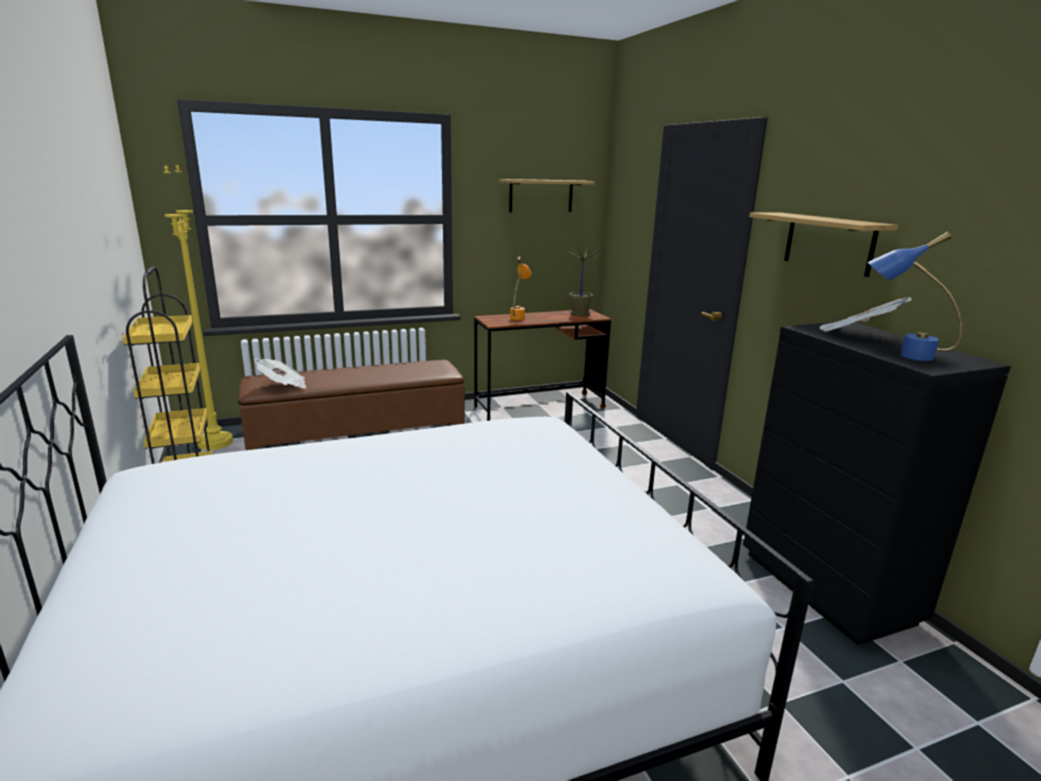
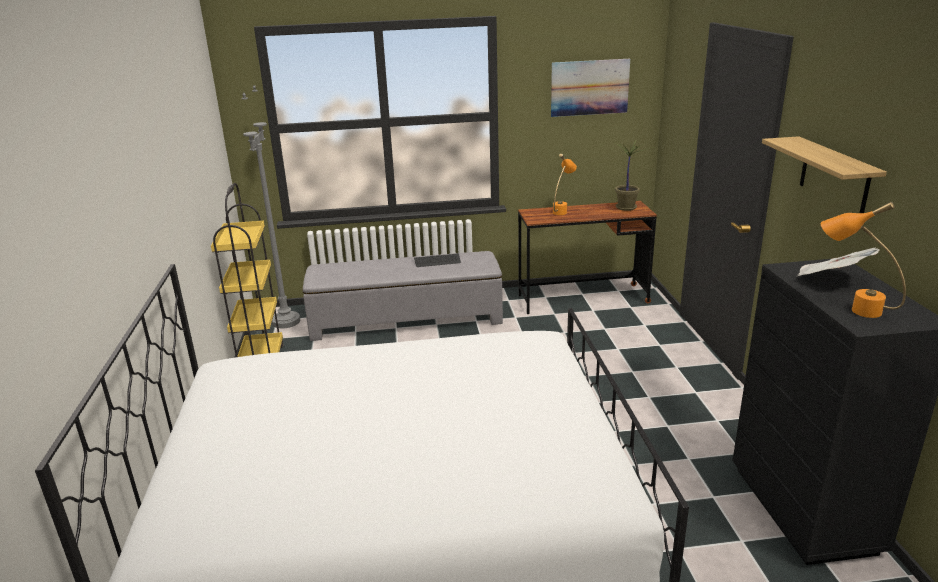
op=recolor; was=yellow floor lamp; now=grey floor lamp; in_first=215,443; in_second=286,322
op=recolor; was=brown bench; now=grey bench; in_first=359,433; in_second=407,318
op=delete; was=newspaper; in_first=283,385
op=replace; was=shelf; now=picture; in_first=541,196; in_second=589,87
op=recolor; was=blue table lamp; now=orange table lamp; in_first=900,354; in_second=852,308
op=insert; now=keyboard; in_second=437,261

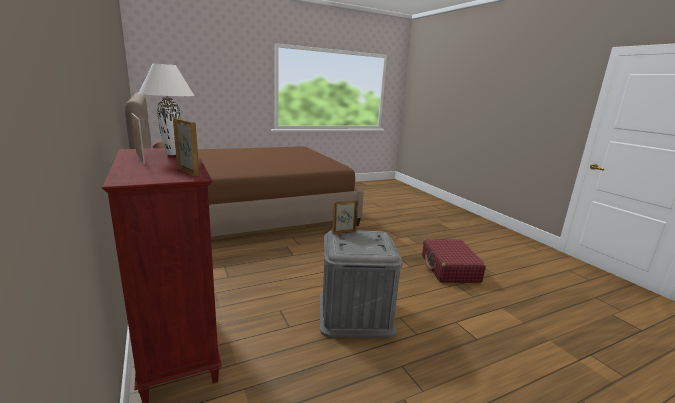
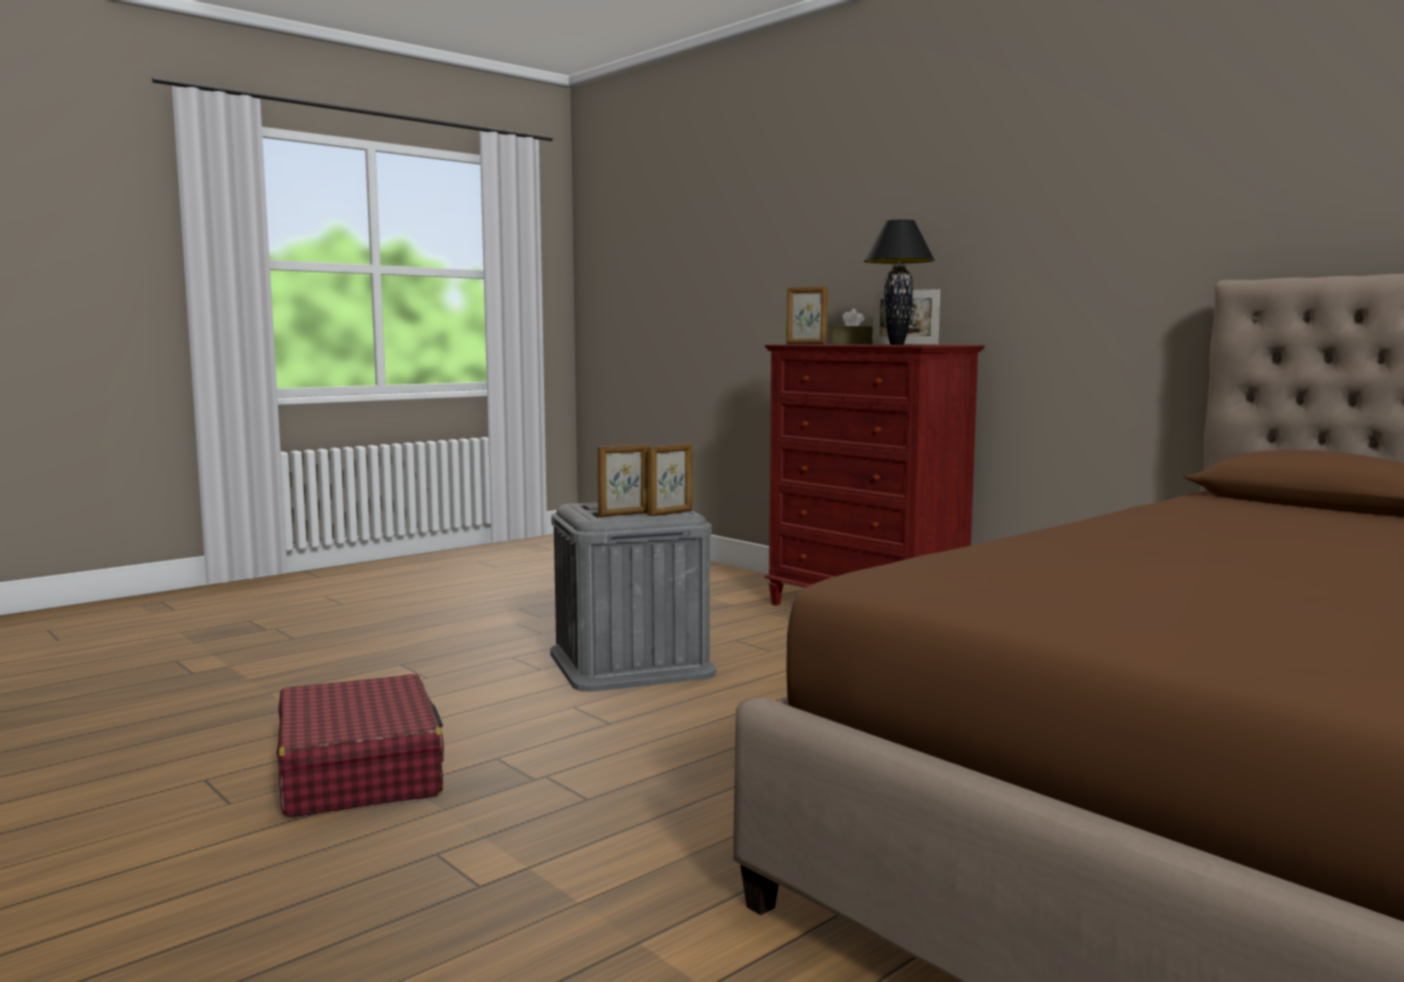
op=recolor; was=white table lamp; now=black table lamp; in_first=173,154; in_second=896,344
op=insert; now=picture frame; in_second=624,514
op=insert; now=brown tissue box; in_second=852,344

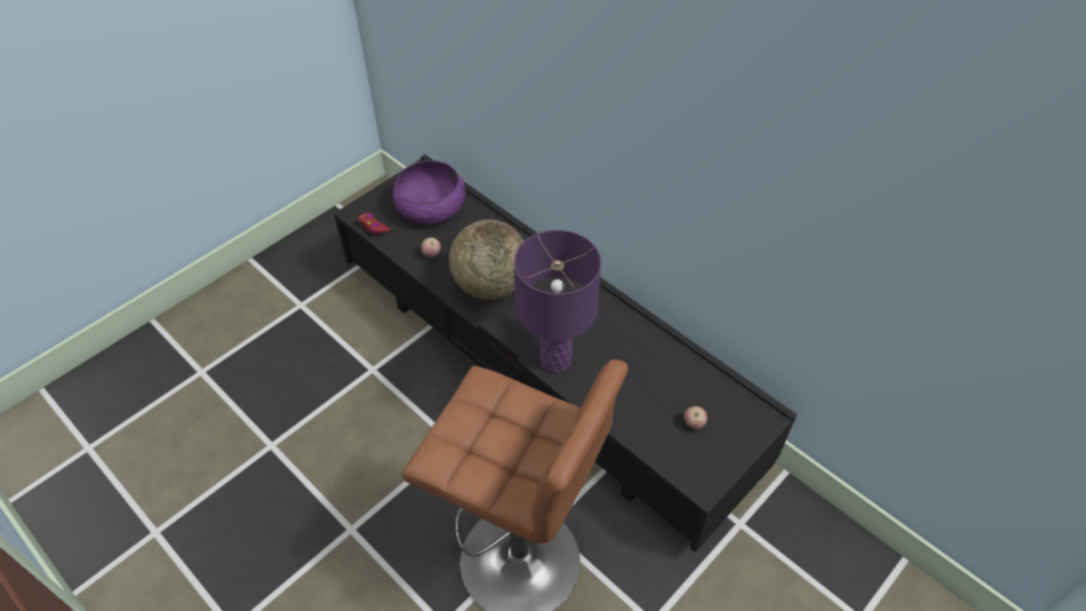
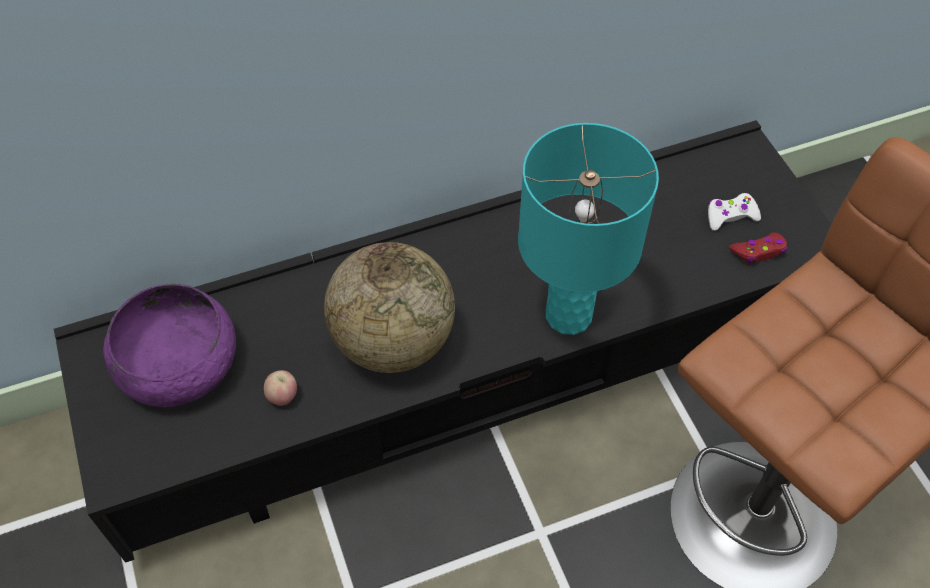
op=move; was=red game controller; in_first=373,227; in_second=758,252
op=recolor; was=purple table lamp; now=turquoise table lamp; in_first=556,359; in_second=568,315
op=replace; was=apple; now=white game controller; in_first=694,424; in_second=730,216

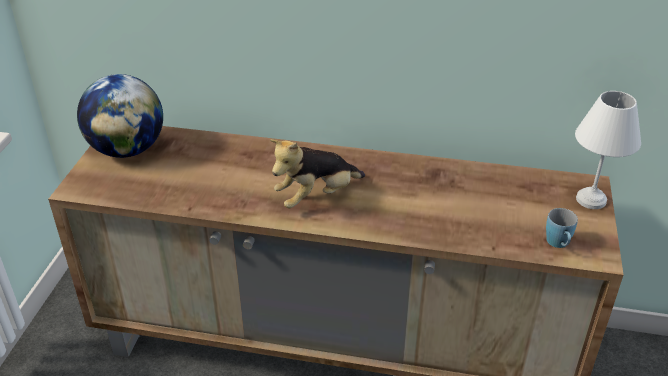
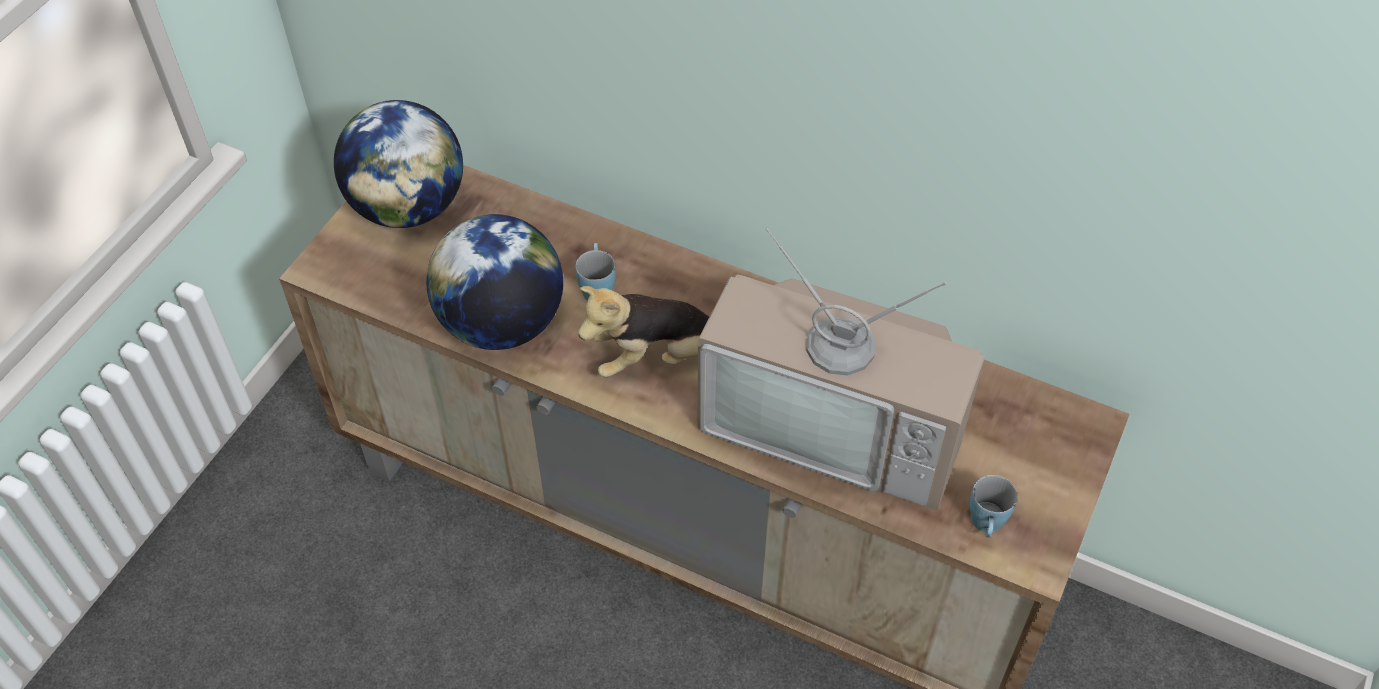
op=delete; was=white table lamp; in_first=591,199
op=insert; now=globe; in_second=502,323
op=insert; now=blue mug; in_second=597,286
op=insert; now=television; in_second=836,424

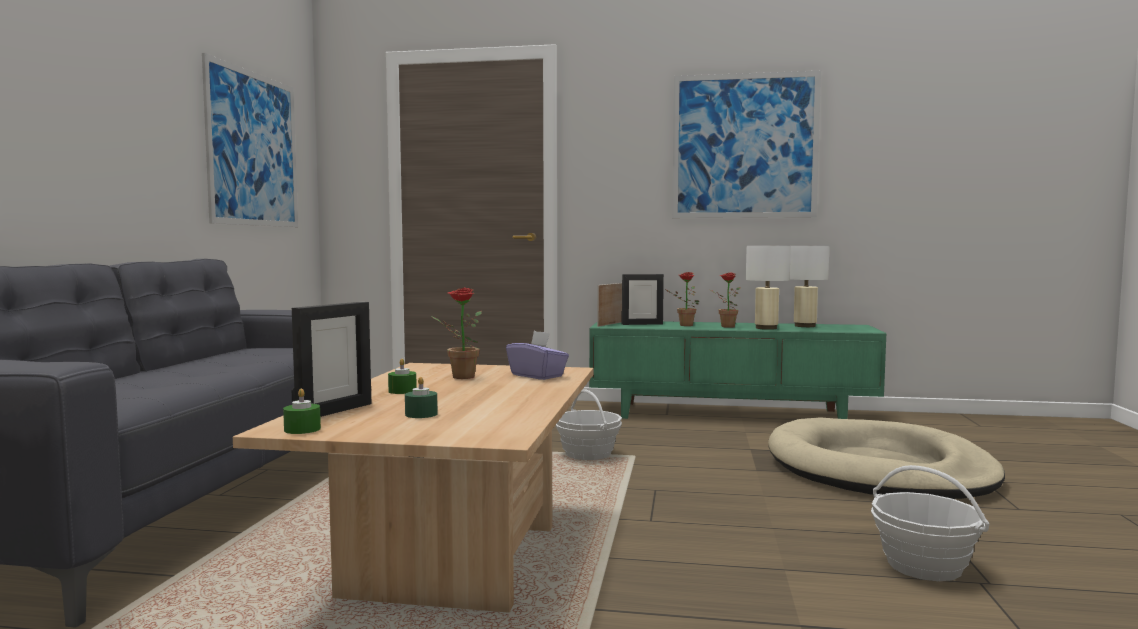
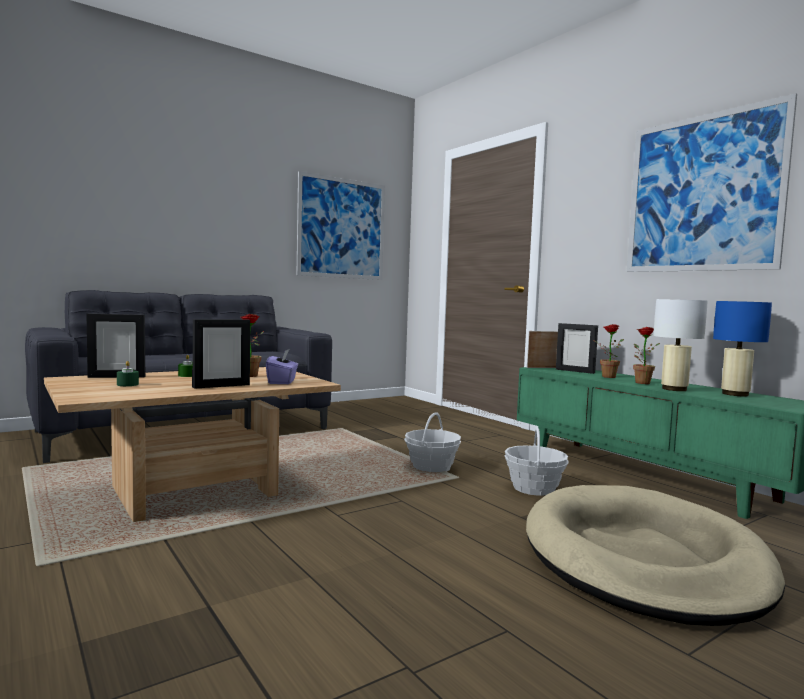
op=delete; was=green candle; in_first=302,429
op=recolor; was=white table lamp; now=blue table lamp; in_first=804,326; in_second=734,394
op=move; was=basket; in_first=924,566; in_second=534,488
op=insert; now=picture frame; in_second=221,386

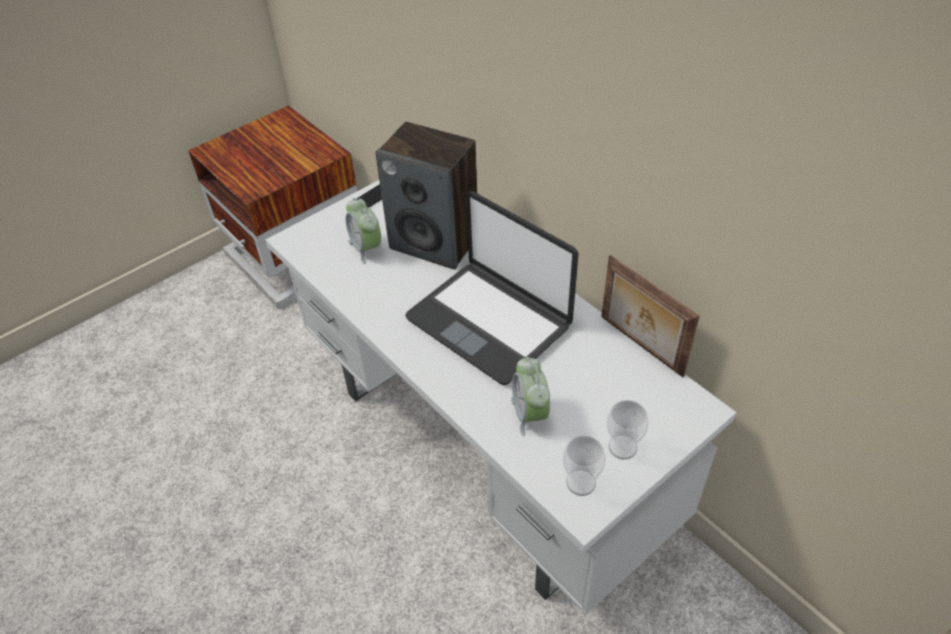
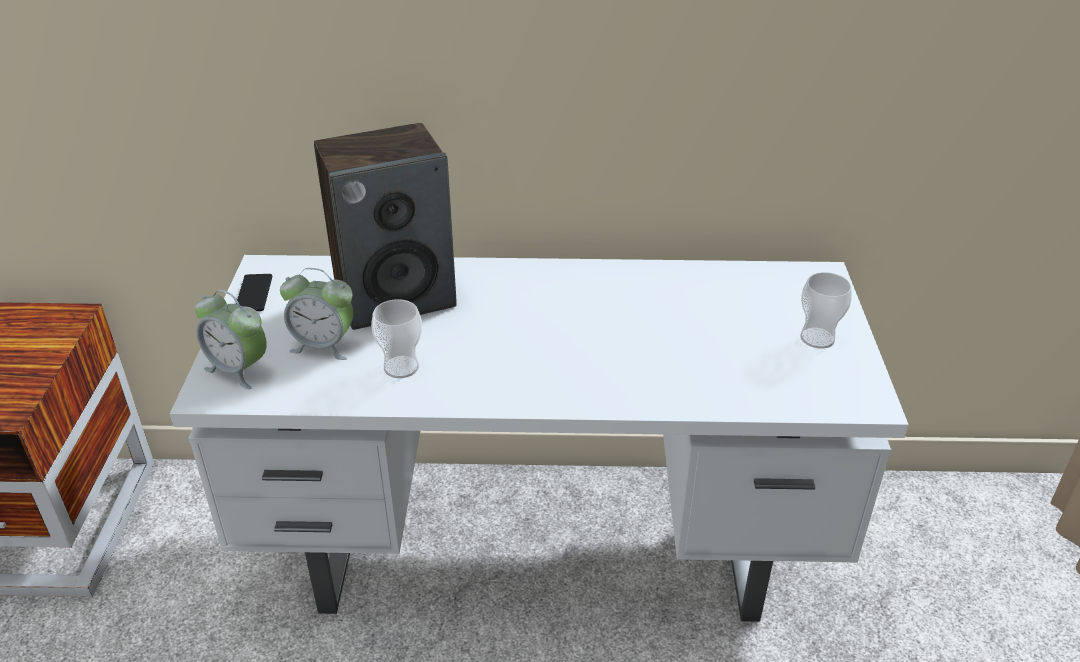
op=delete; was=laptop; in_first=489,321
op=move; was=alarm clock; in_first=530,414; in_second=238,369
op=move; was=cup; in_first=581,483; in_second=401,367
op=delete; was=picture frame; in_first=640,346

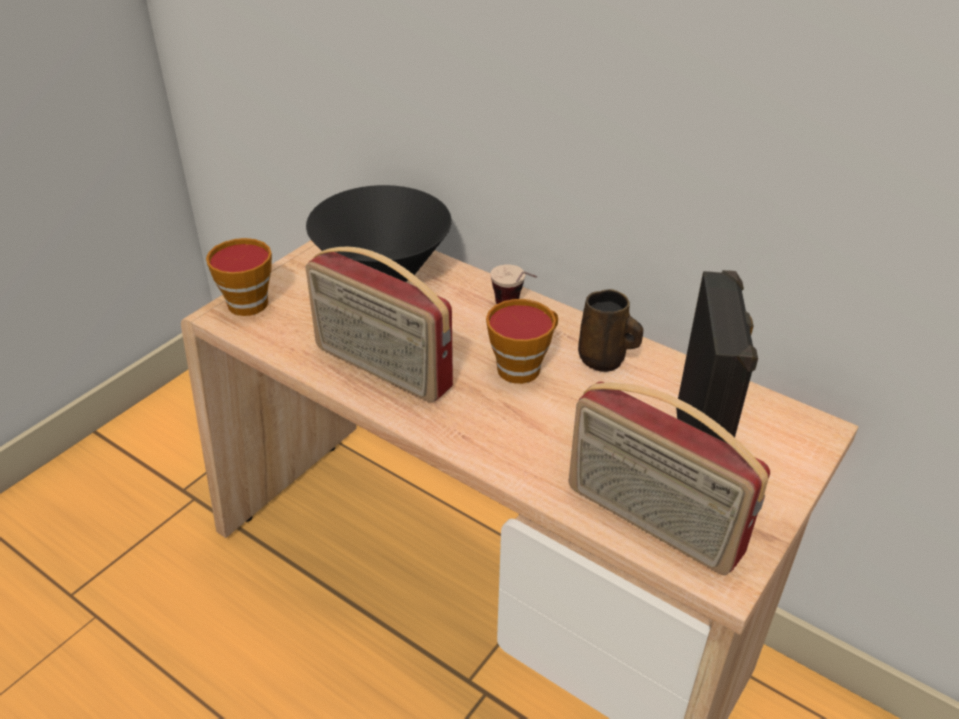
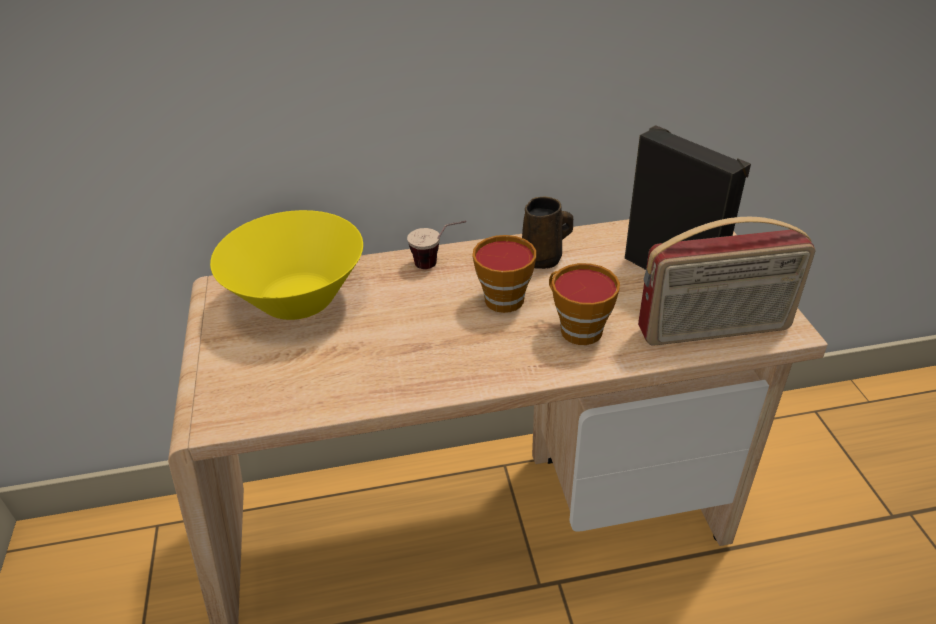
op=move; was=cup; in_first=248,300; in_second=576,329
op=recolor; was=black bowl; now=yellow bowl; in_first=382,271; in_second=298,300
op=delete; was=radio; in_first=381,369

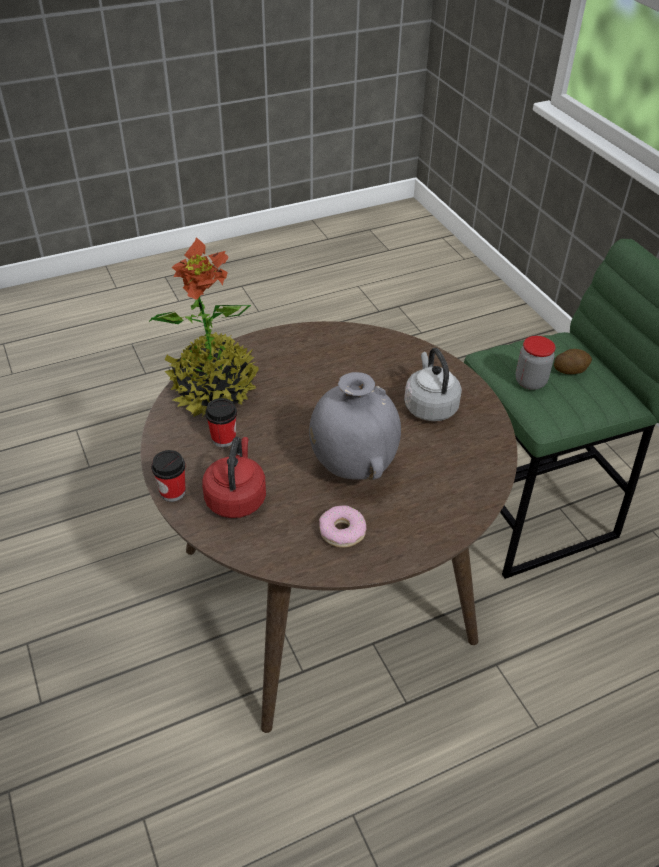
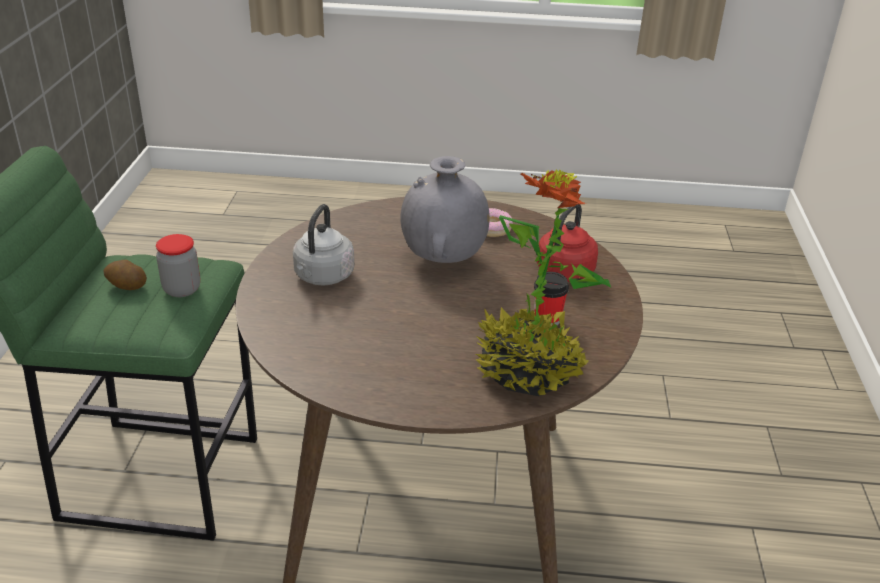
op=delete; was=cup; in_first=172,492

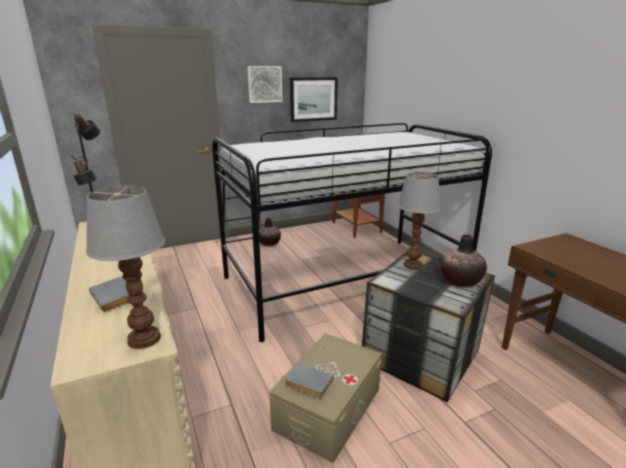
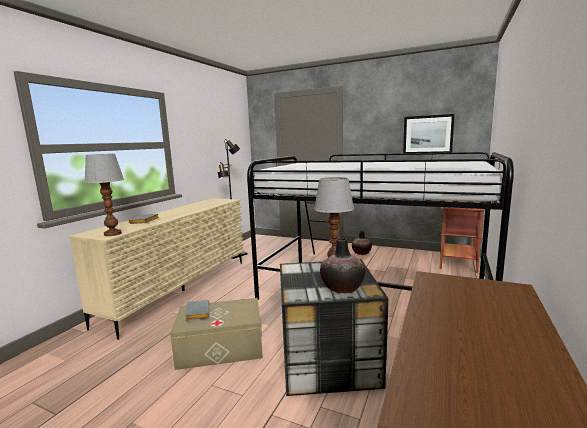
op=delete; was=picture; in_first=264,84

